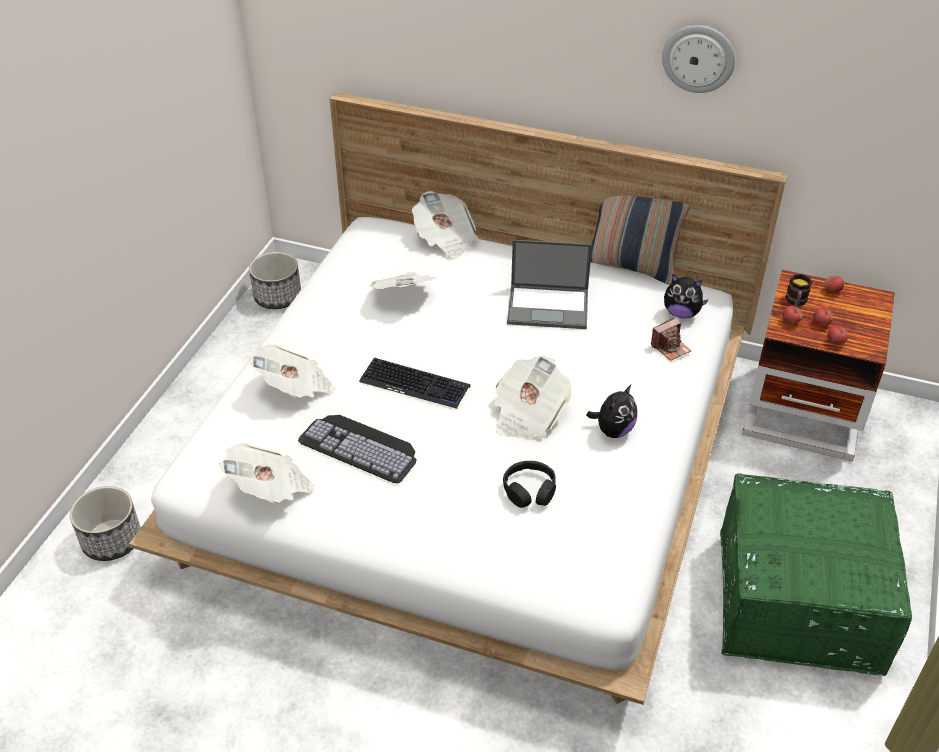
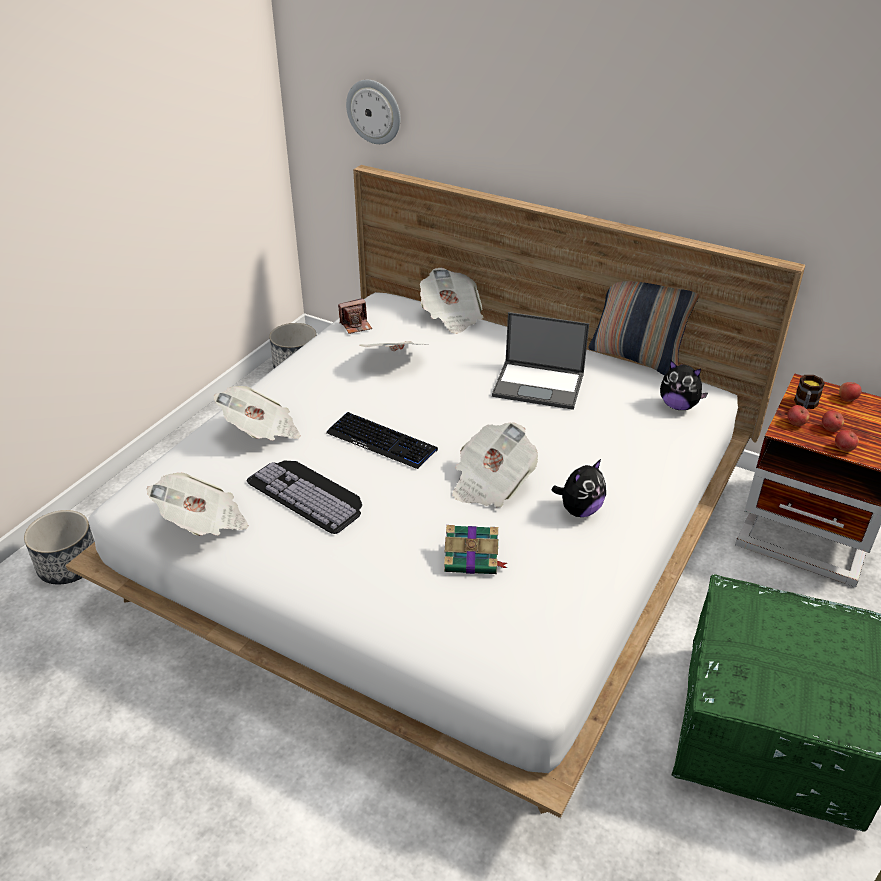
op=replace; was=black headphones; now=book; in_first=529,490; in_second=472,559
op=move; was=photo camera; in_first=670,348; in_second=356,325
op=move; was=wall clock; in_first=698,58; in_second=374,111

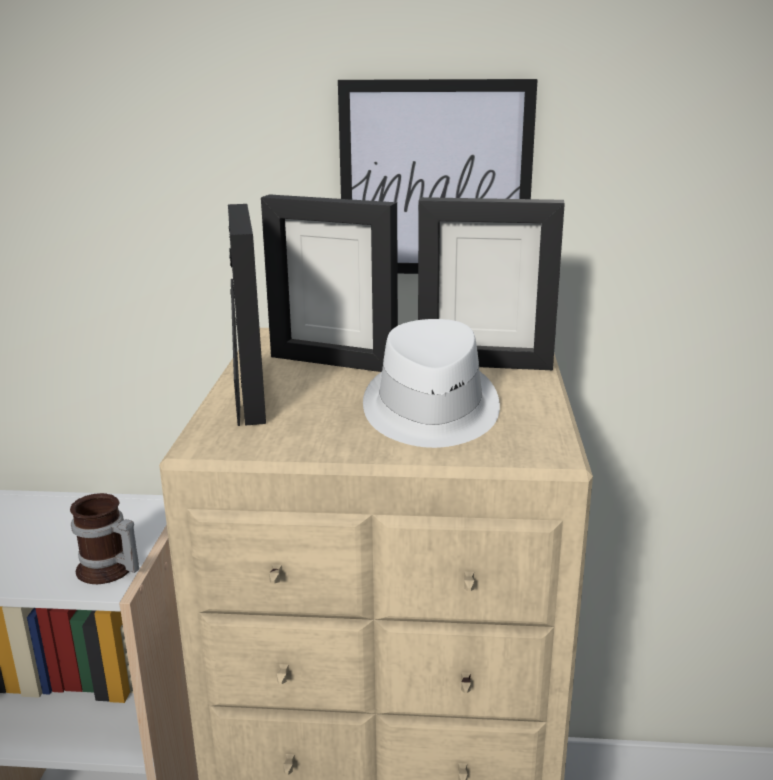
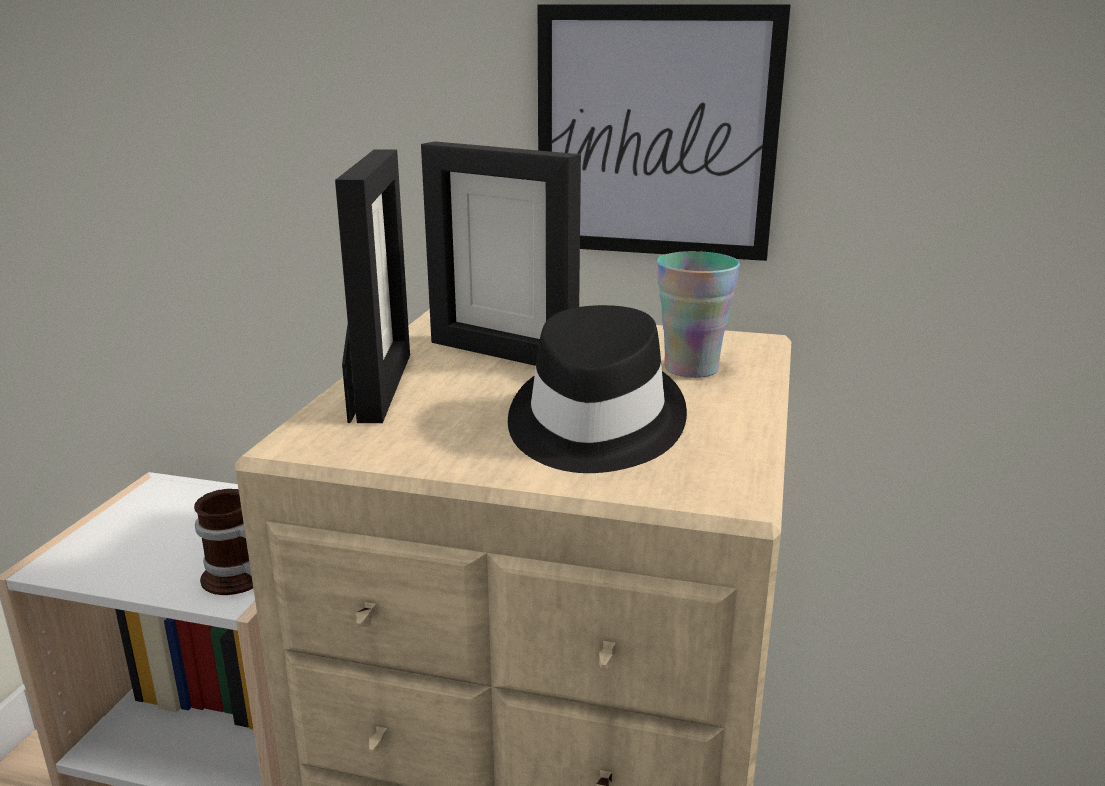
op=recolor; was=white hat; now=black hat; in_first=429,411; in_second=593,424
op=replace; was=picture frame; now=cup; in_first=485,363; in_second=691,368

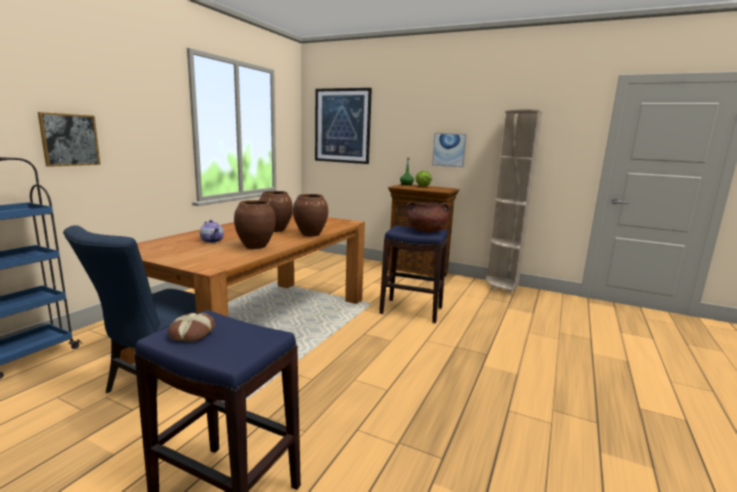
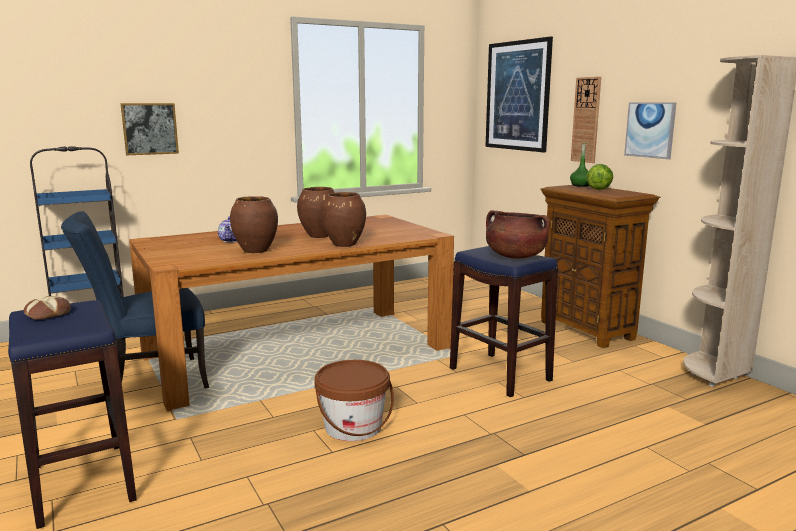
op=insert; now=brown bucket; in_second=353,427
op=insert; now=wall clock; in_second=586,120

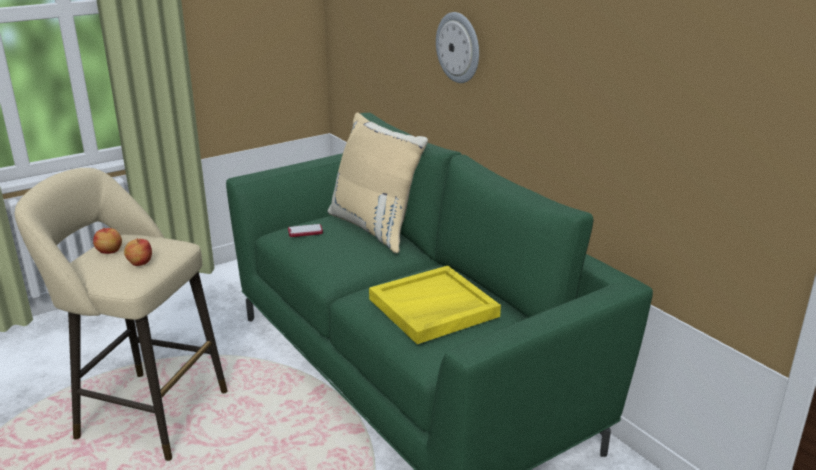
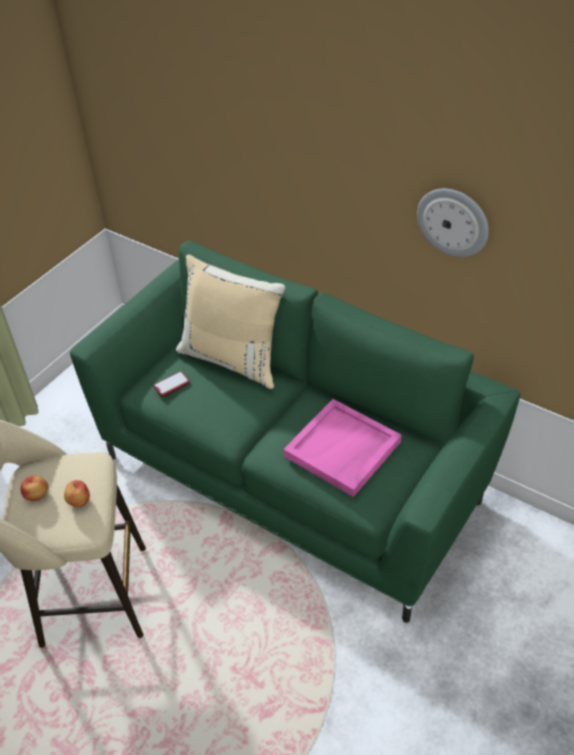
op=recolor; was=yellow tray; now=pink tray; in_first=433,308; in_second=342,450
op=move; was=wall clock; in_first=459,47; in_second=453,221

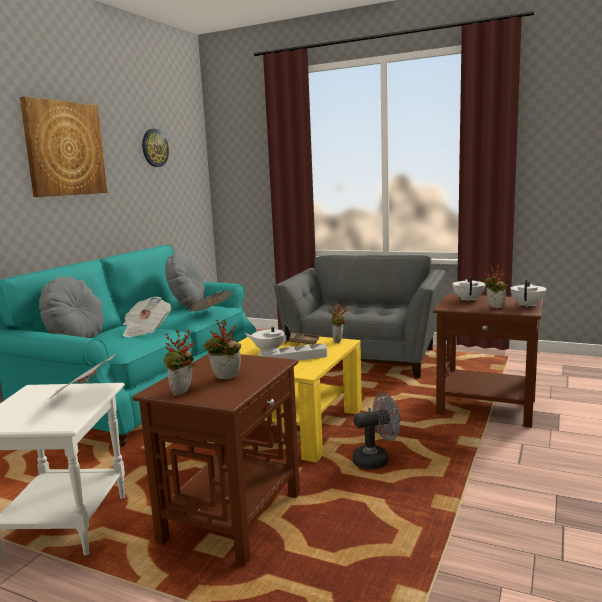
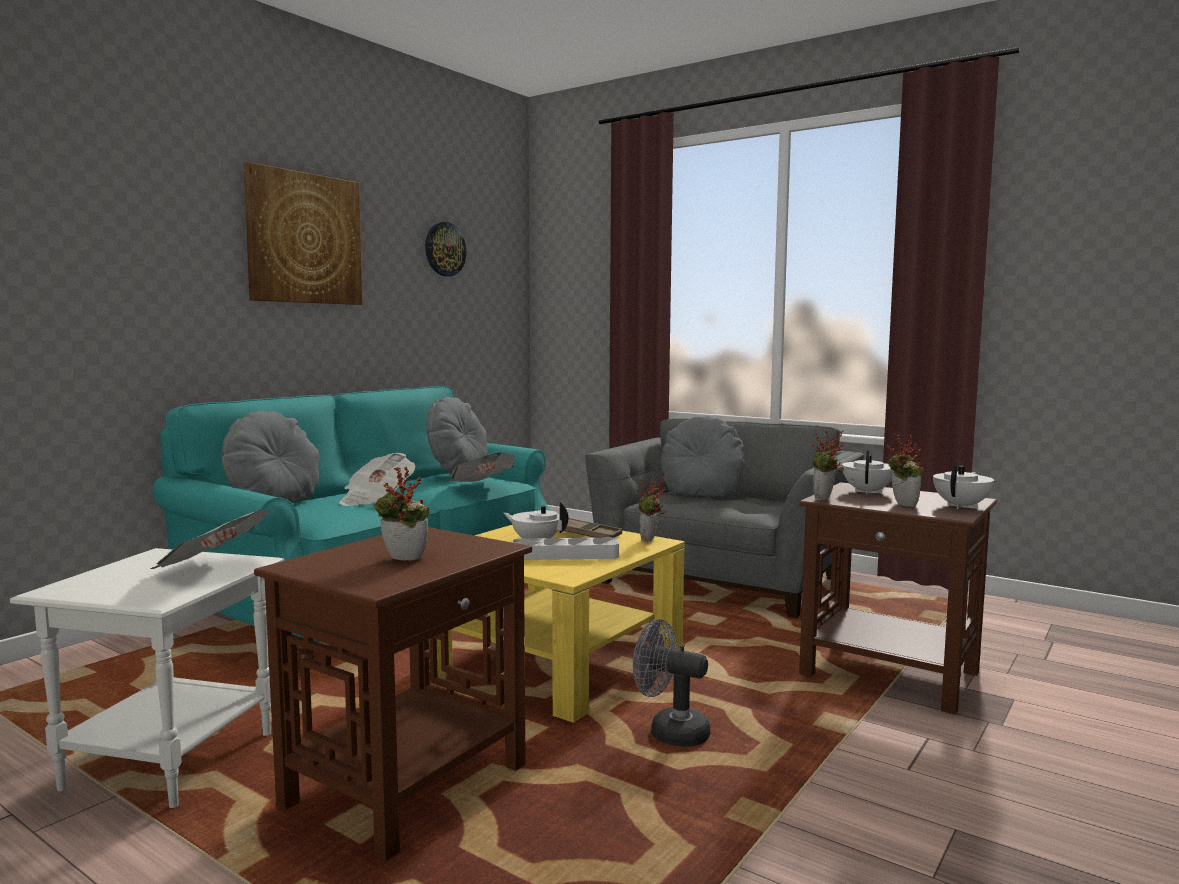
op=move; was=potted plant; in_first=183,393; in_second=825,499
op=rotate; was=grey fan; in_first=376,460; in_second=670,732; clockwise=-150
op=insert; now=grey pillow; in_second=701,495

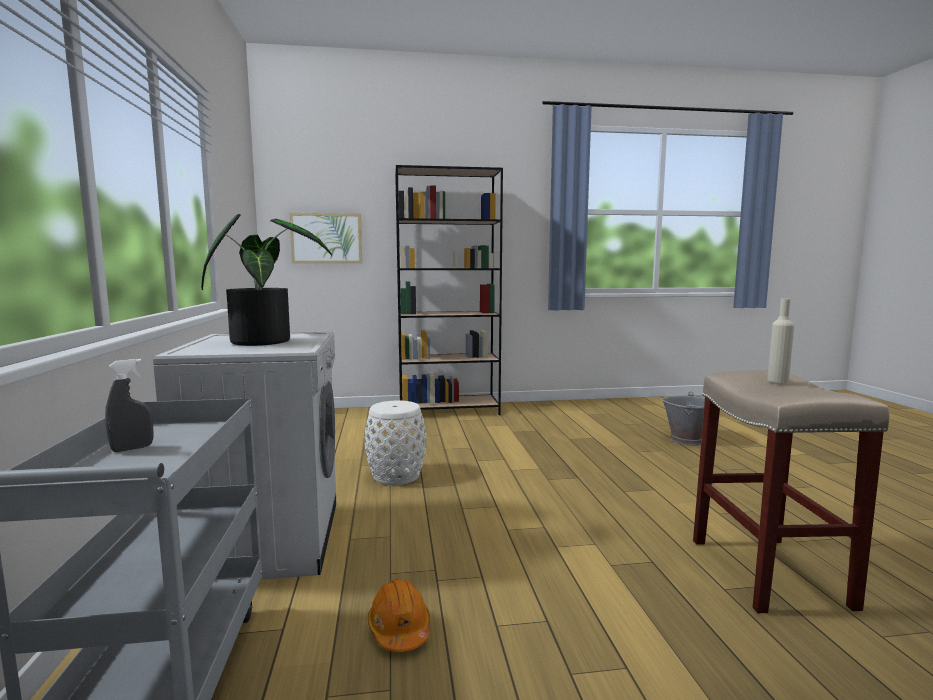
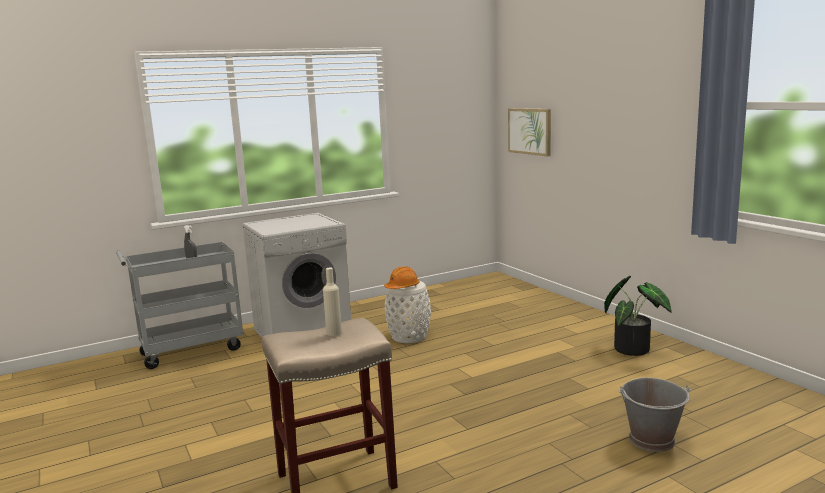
op=move; was=potted plant; in_first=265,341; in_second=636,349
op=move; was=orange hard hat; in_first=399,629; in_second=402,287
op=delete; was=beige bookcase; in_first=449,410

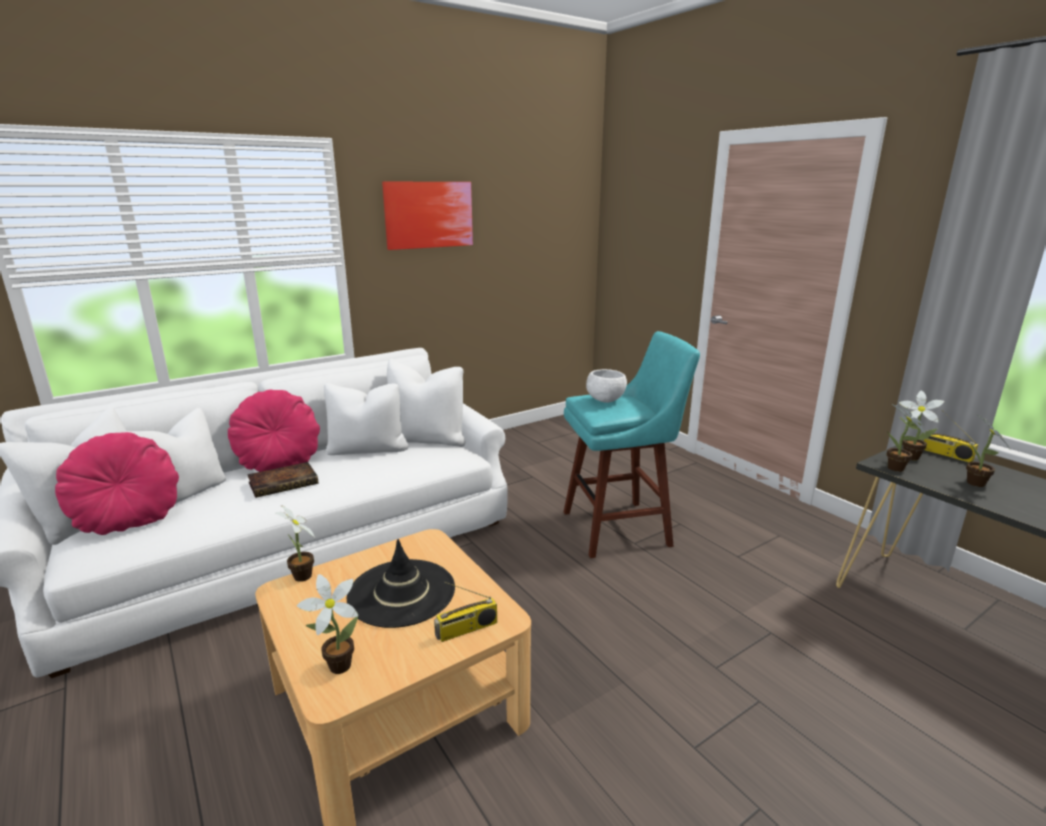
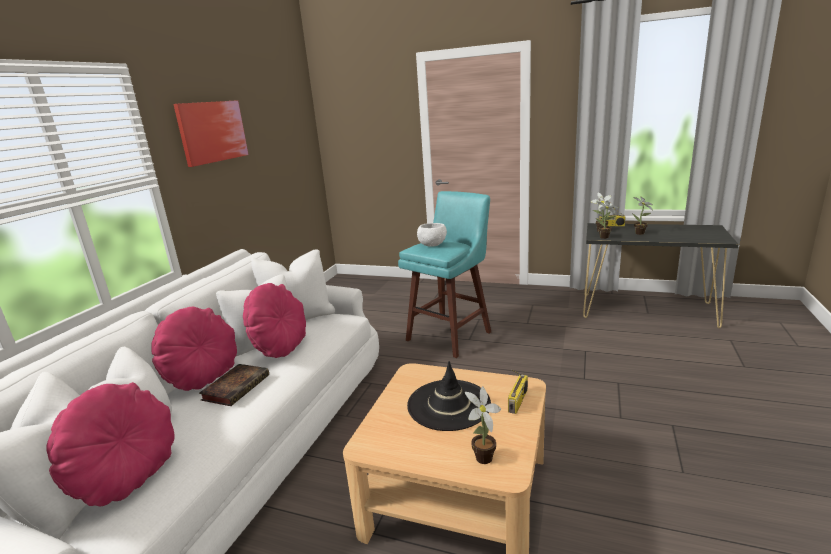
op=delete; was=potted plant; in_first=302,578
op=insert; now=pink pillow; in_second=281,349

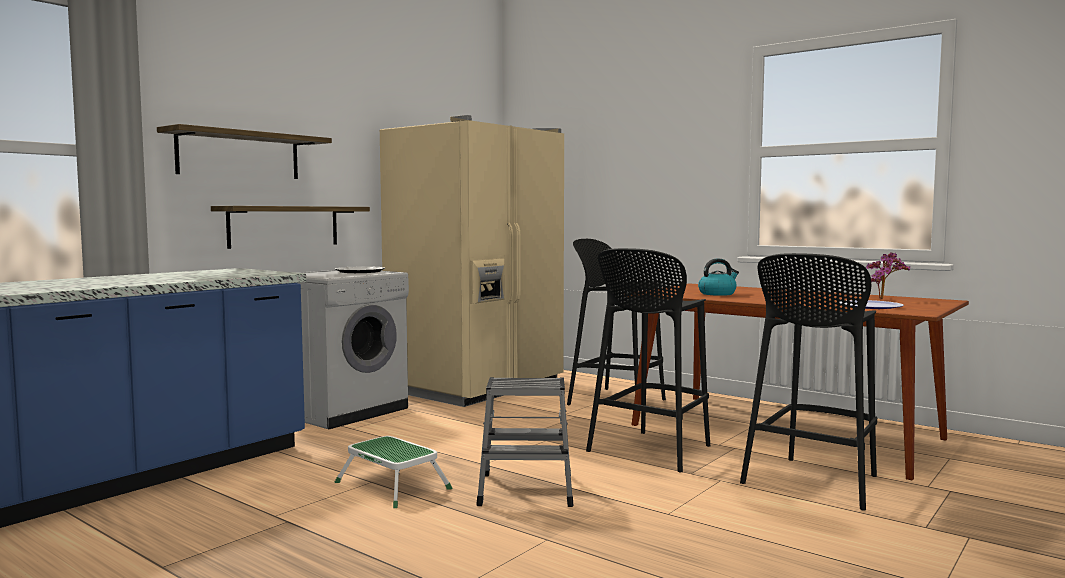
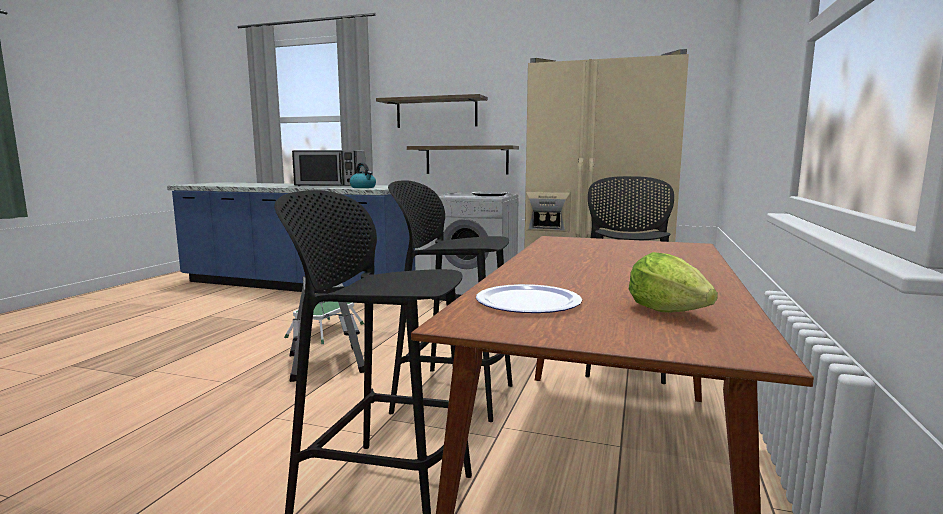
op=move; was=kettle; in_first=717,294; in_second=363,187
op=replace; was=potted plant; now=lettuce; in_first=884,299; in_second=667,311
op=insert; now=microwave; in_second=330,185

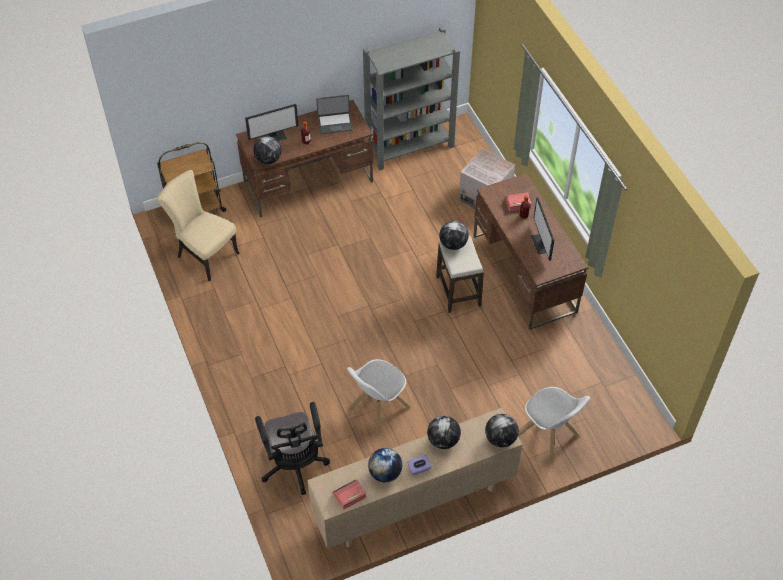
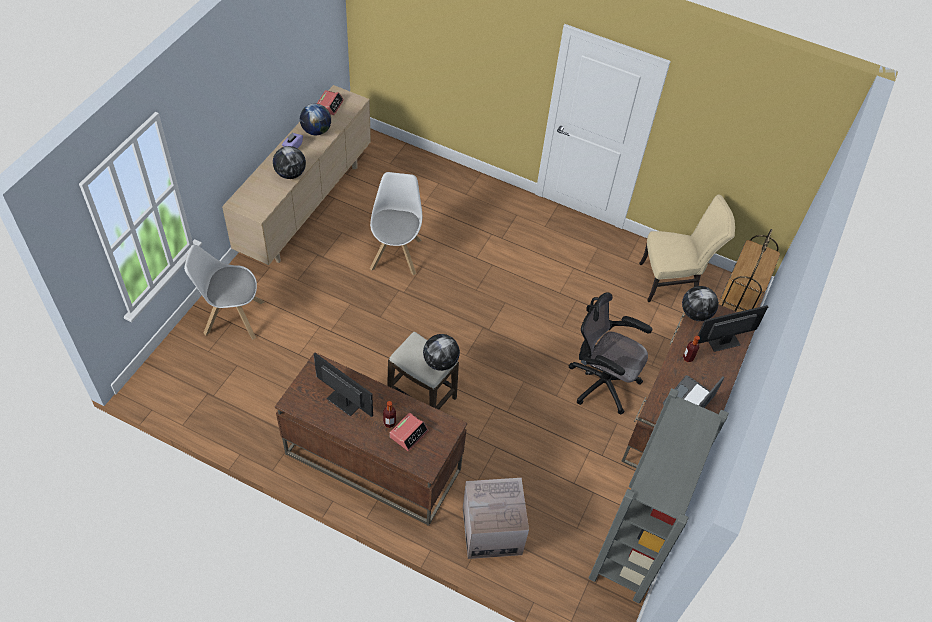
op=rotate; was=monitor; in_first=274,136; in_second=723,342; clockwise=45
op=move; was=office chair; in_first=294,465; in_second=602,383
op=delete; was=globe; in_first=500,439

